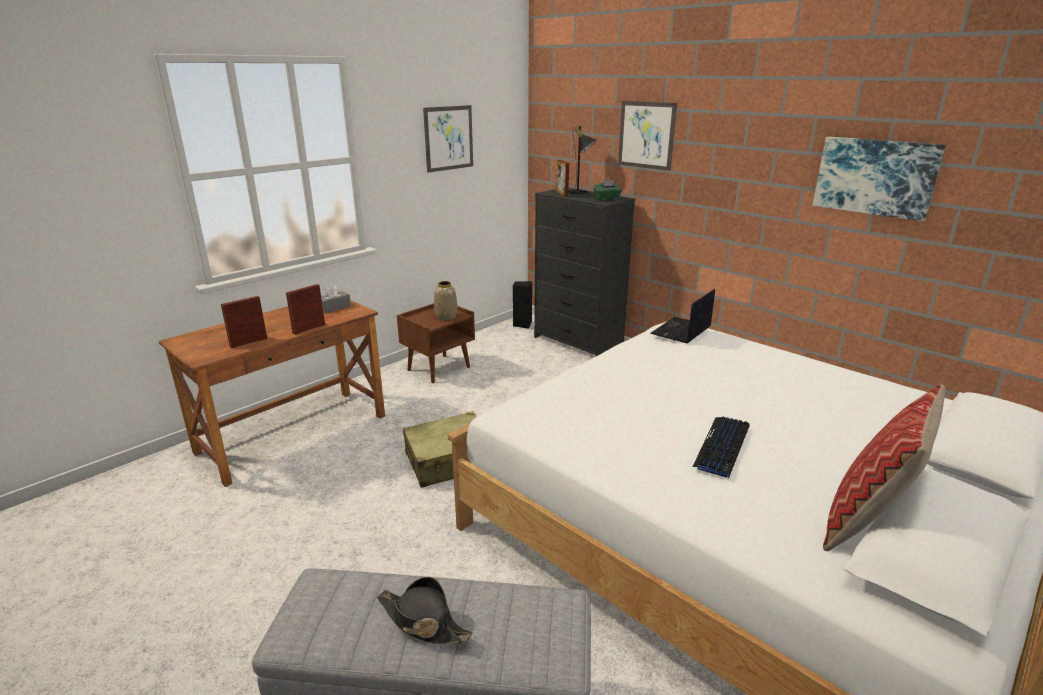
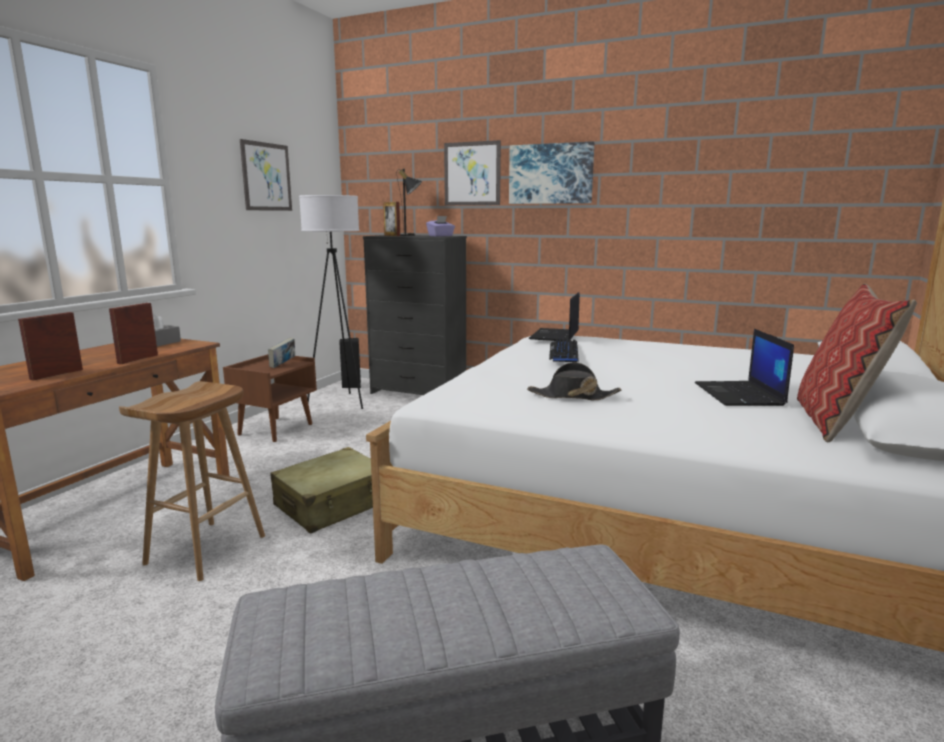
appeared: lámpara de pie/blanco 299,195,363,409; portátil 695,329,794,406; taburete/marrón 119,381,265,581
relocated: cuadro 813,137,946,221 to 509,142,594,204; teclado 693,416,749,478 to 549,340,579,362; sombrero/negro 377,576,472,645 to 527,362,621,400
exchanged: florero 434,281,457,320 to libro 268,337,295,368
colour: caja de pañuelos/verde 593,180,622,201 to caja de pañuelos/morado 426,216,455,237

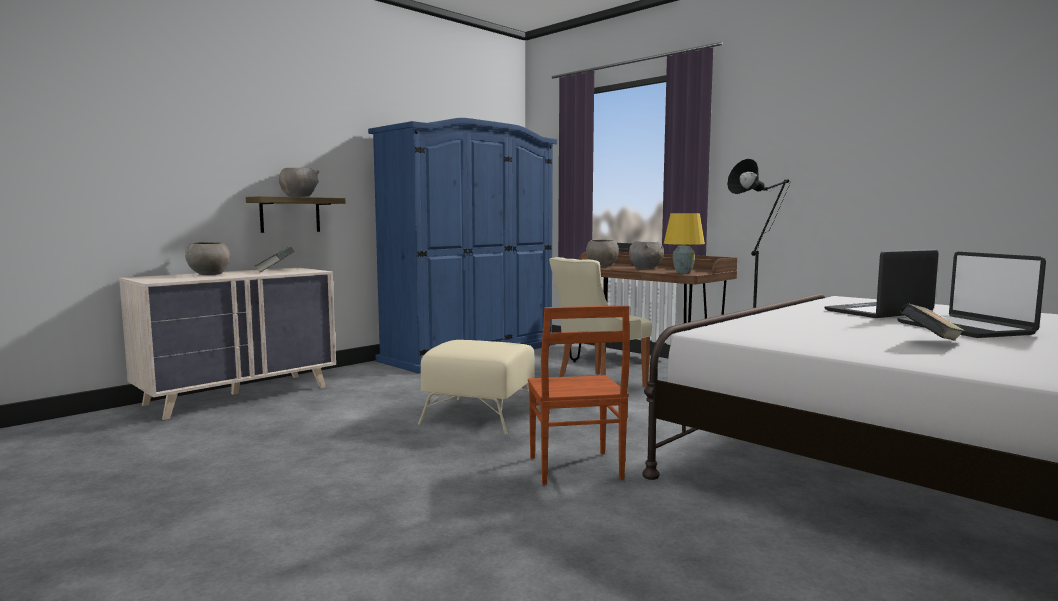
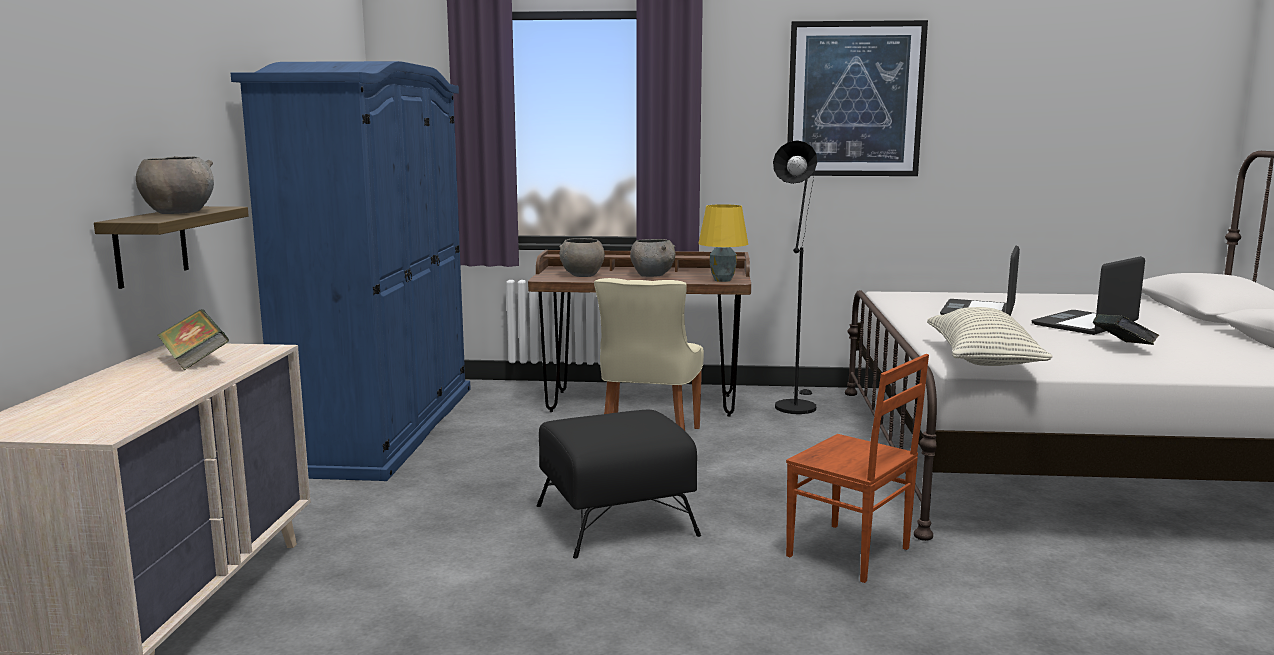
missing: cuenco/gris 185,242,230,275
appeared: cuadro 787,20,928,176; cojín 927,307,1052,366
colour: puf/beis 418,340,537,434 to puf/negro 536,410,701,558
spun: portátil 897,252,1046,338 = 1032,256,1145,335 105 degrees clockwise

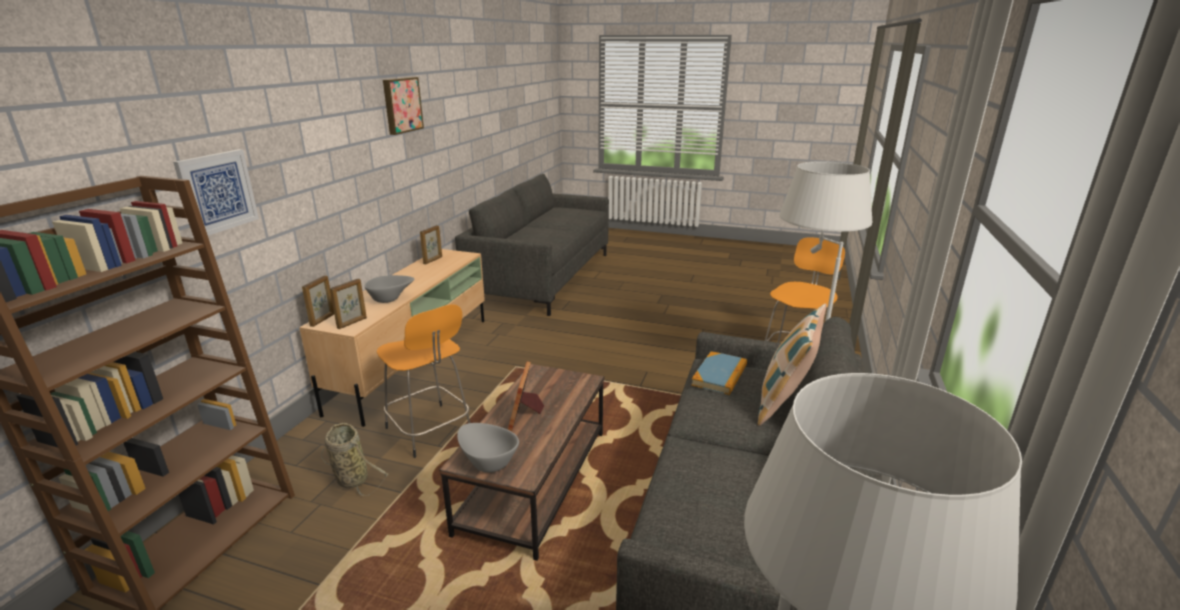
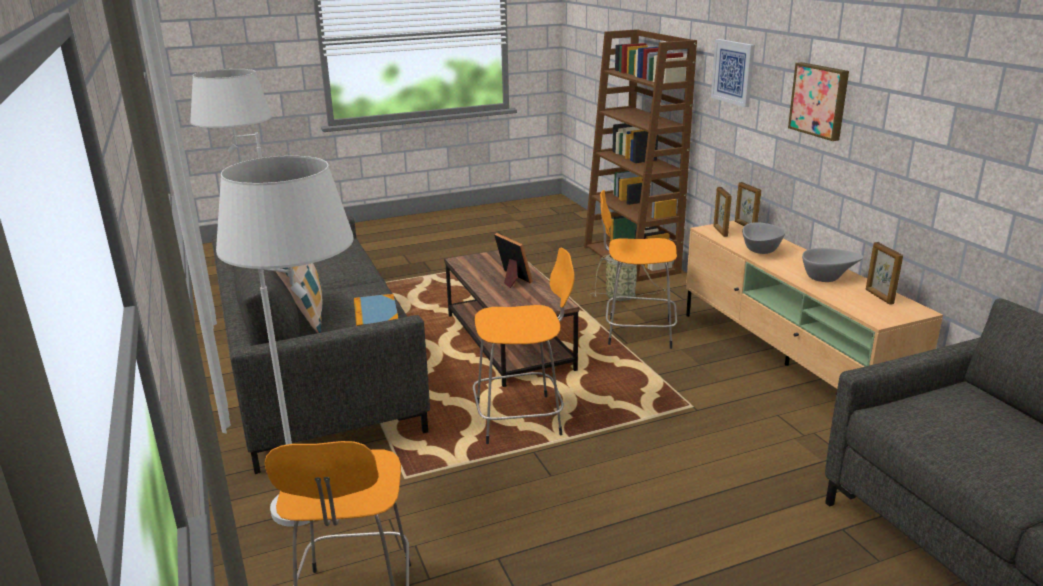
appeared: taburete/naranja 473,248,574,444
relocated: cuadro 383,77,424,135 to 788,62,849,141; cuenco/gris 457,423,519,473 to 802,248,863,282

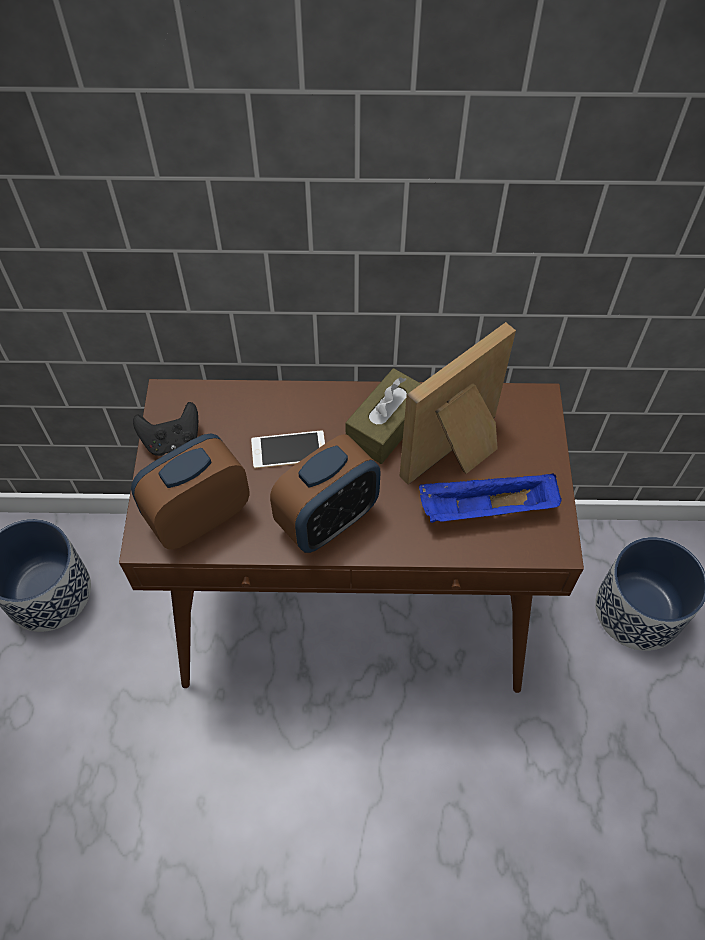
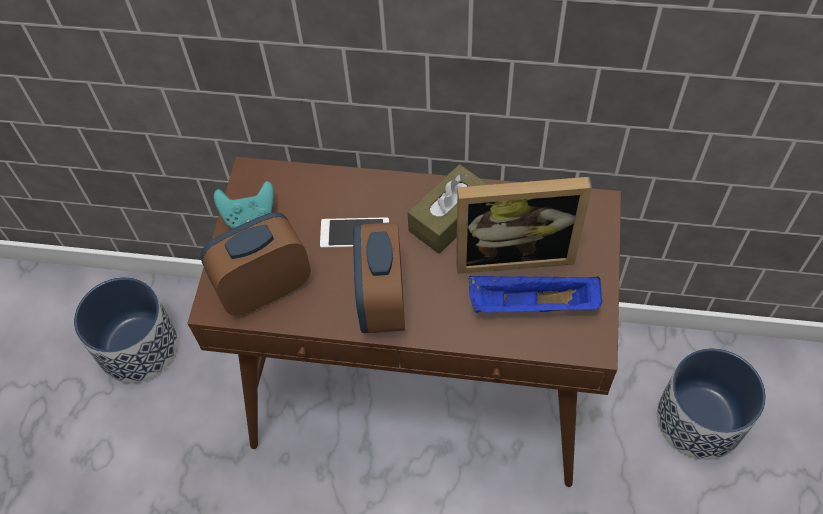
colour: mando de consola/negro 133,402,198,456 to mando de consola/turquesa 214,181,274,228
spun: portarretratos 399,322,516,485 = 456,177,592,274 150 degrees counterclockwise; despertador 270,434,381,553 = 353,222,405,333 120 degrees clockwise

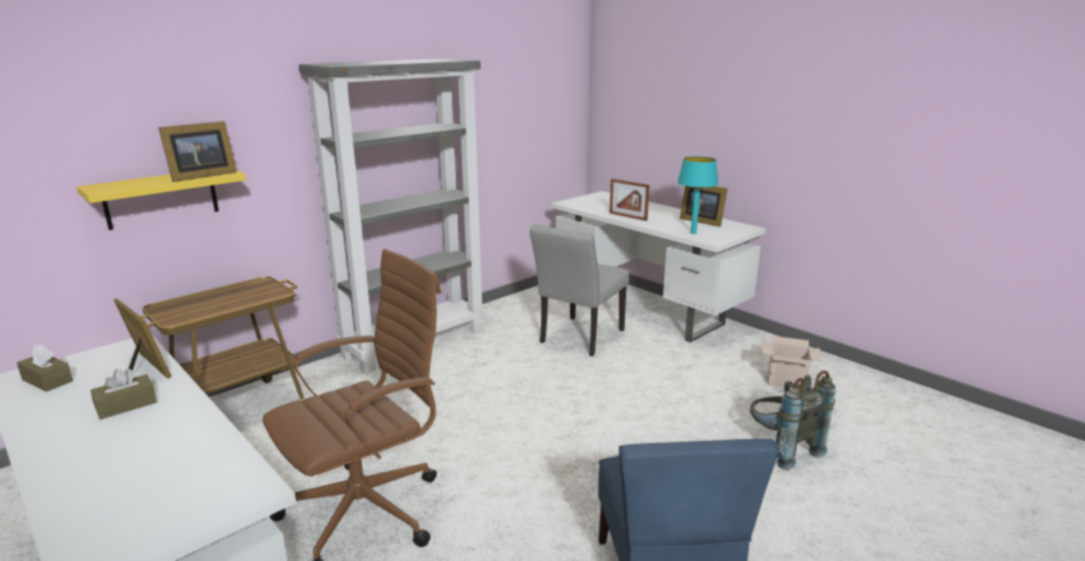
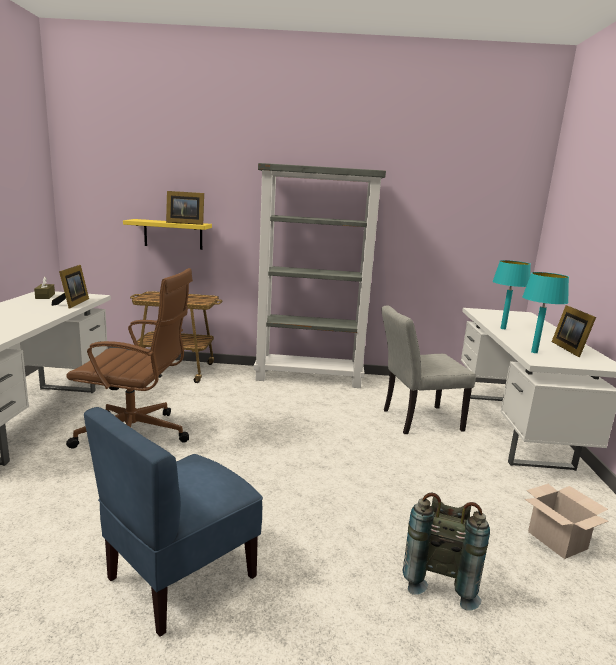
missing: caja de pañuelos/marrón 91,368,157,420
exchanged: portarretratos 610,179,650,221 to lámpara de mesa/turquesa 492,260,531,329

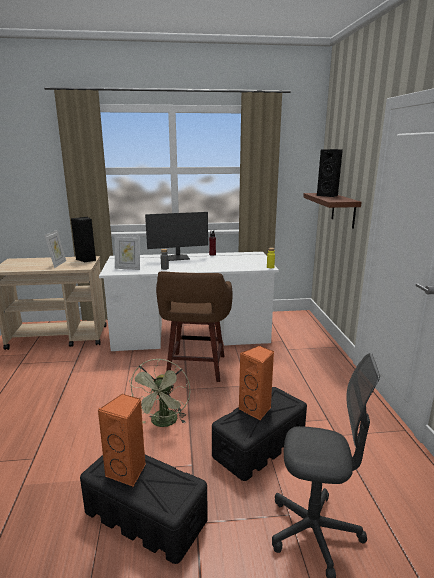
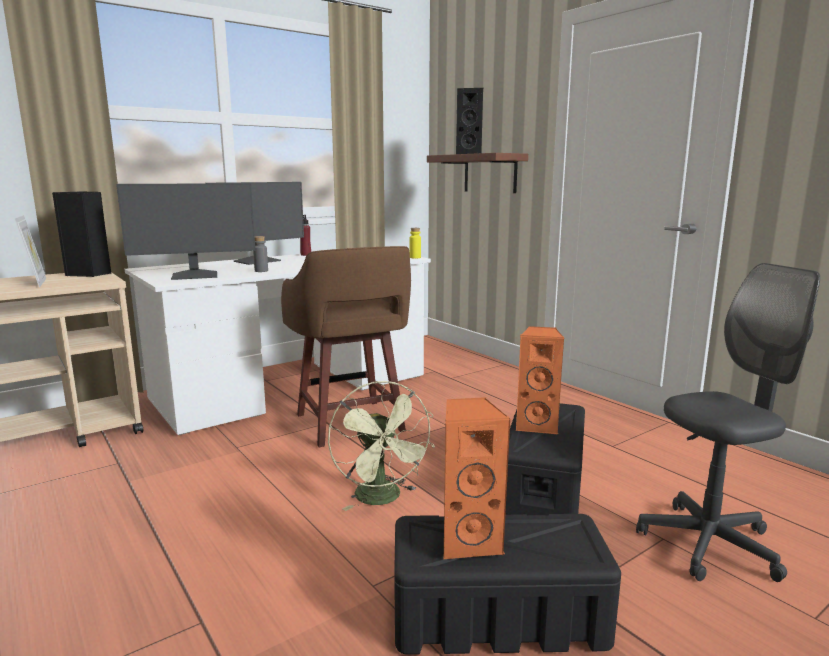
exchanged: portarretratos 114,235,140,270 to monitor 116,183,256,280

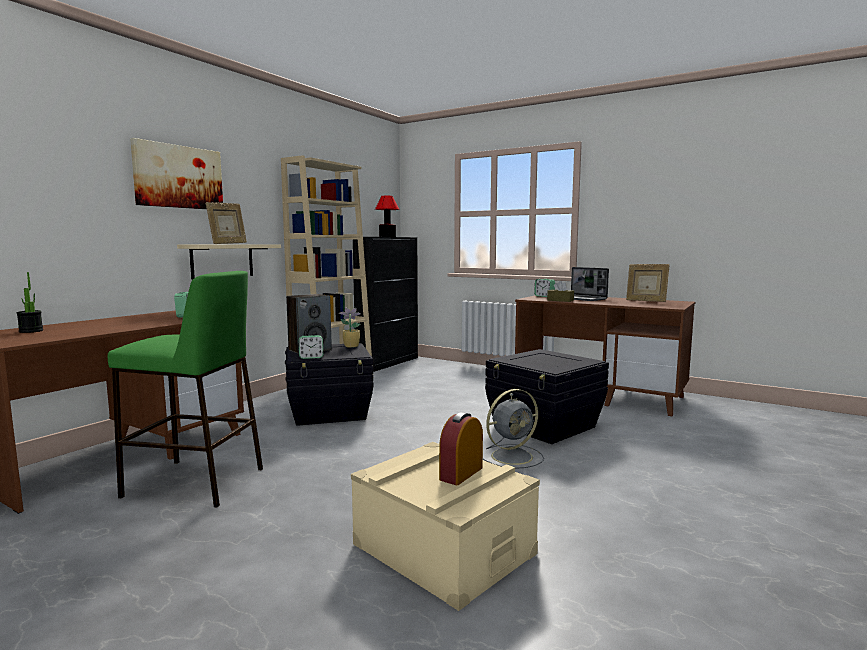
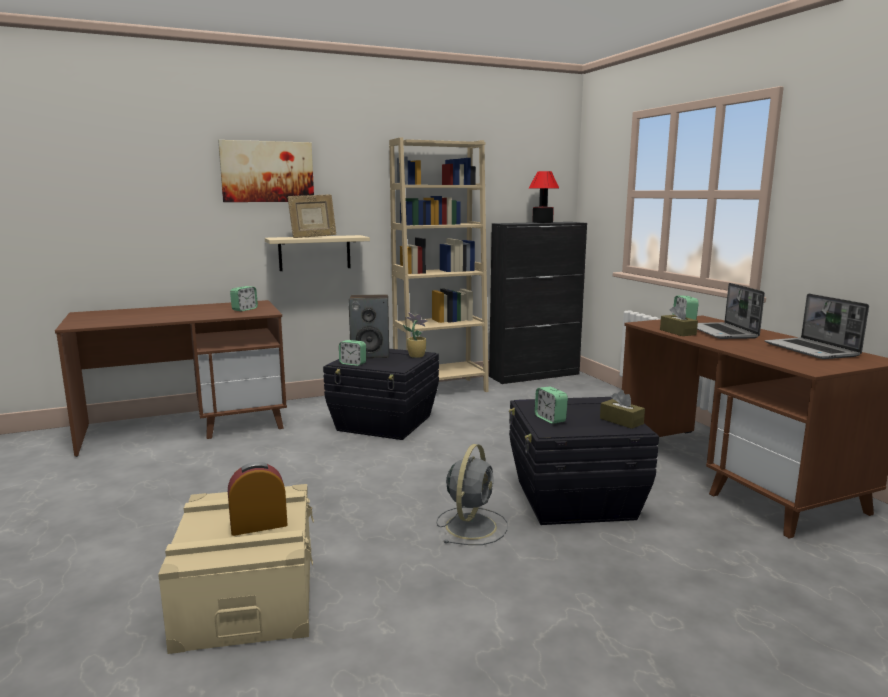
missing: taburete/verde 108,271,263,507; planta en maceta 17,272,43,333
appeared: despertador 534,387,568,424; caja de pañuelos/marrón 600,390,645,429
exchanged: portarretratos 626,264,670,302 to portátil 764,294,869,359
spun: ventilador/gris 483,389,544,469 = 436,444,508,545 75 degrees counterclockwise

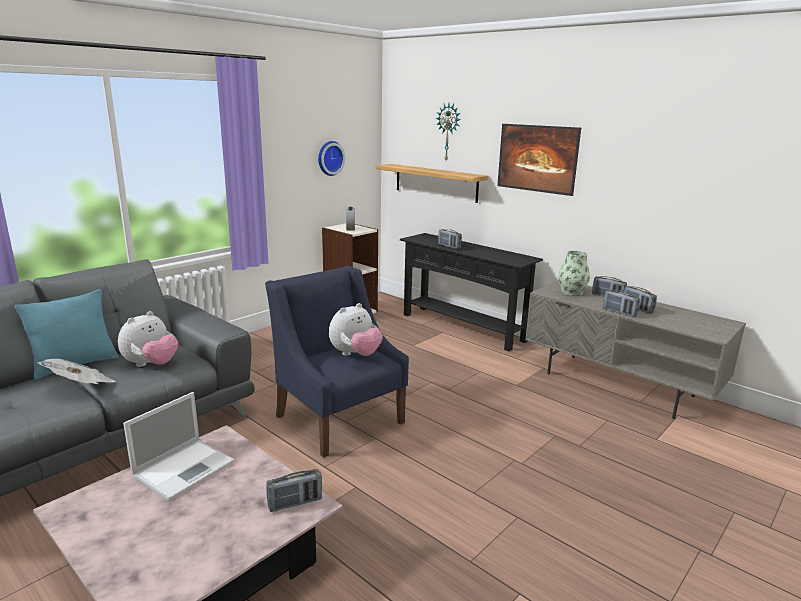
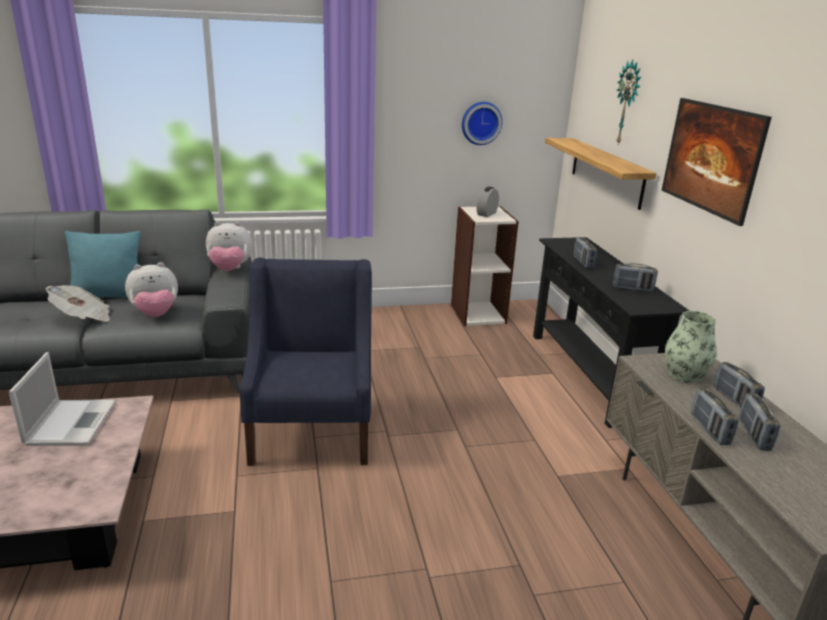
relocated: peluche 329,303,383,356 to 206,222,252,271; radio 267,469,322,512 to 612,264,658,292
spun: portátil 123,392,235,501 = 9,352,116,446 75 degrees counterclockwise

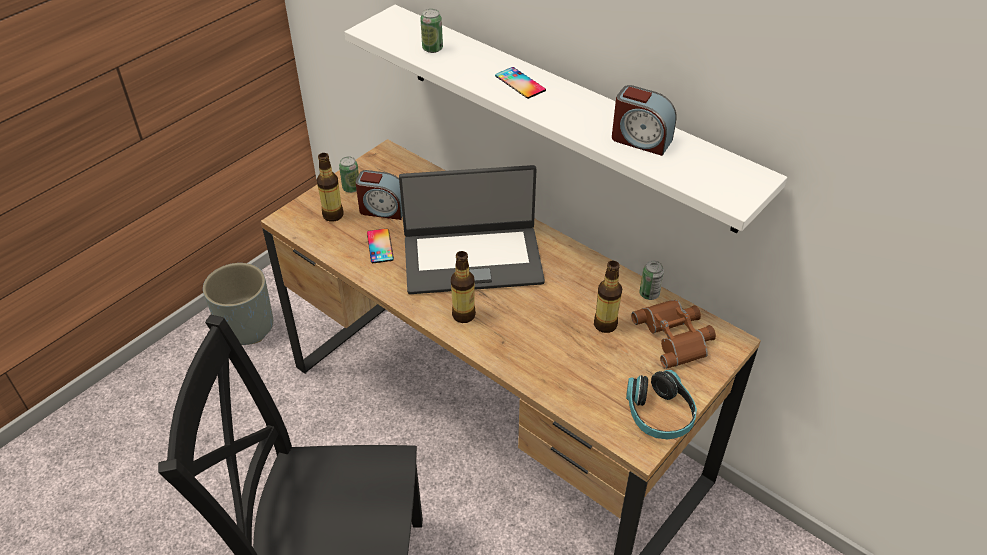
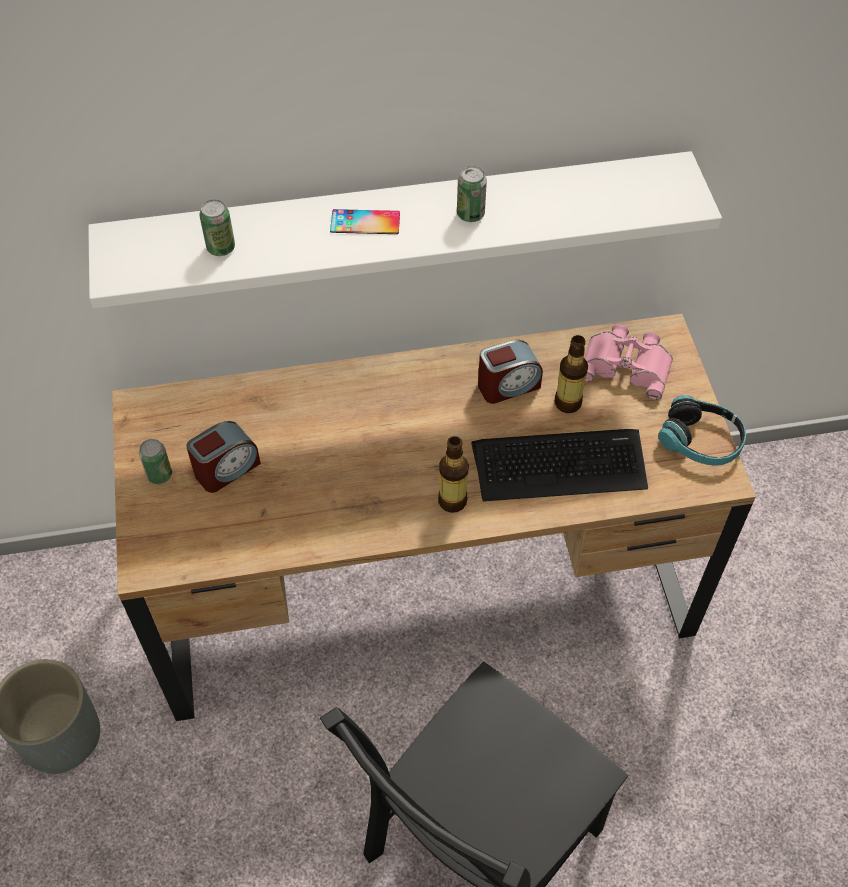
missing: botella 317,153,343,222; portátil 399,165,545,294; móvil 367,229,394,263
appeared: teclado 471,429,648,502
relocated: despertador 612,85,676,156 to 478,340,543,404; lata 639,261,664,300 to 457,166,487,222
colour: prismáticos/marrón 631,300,716,369 to prismáticos/rosa 584,324,673,400

